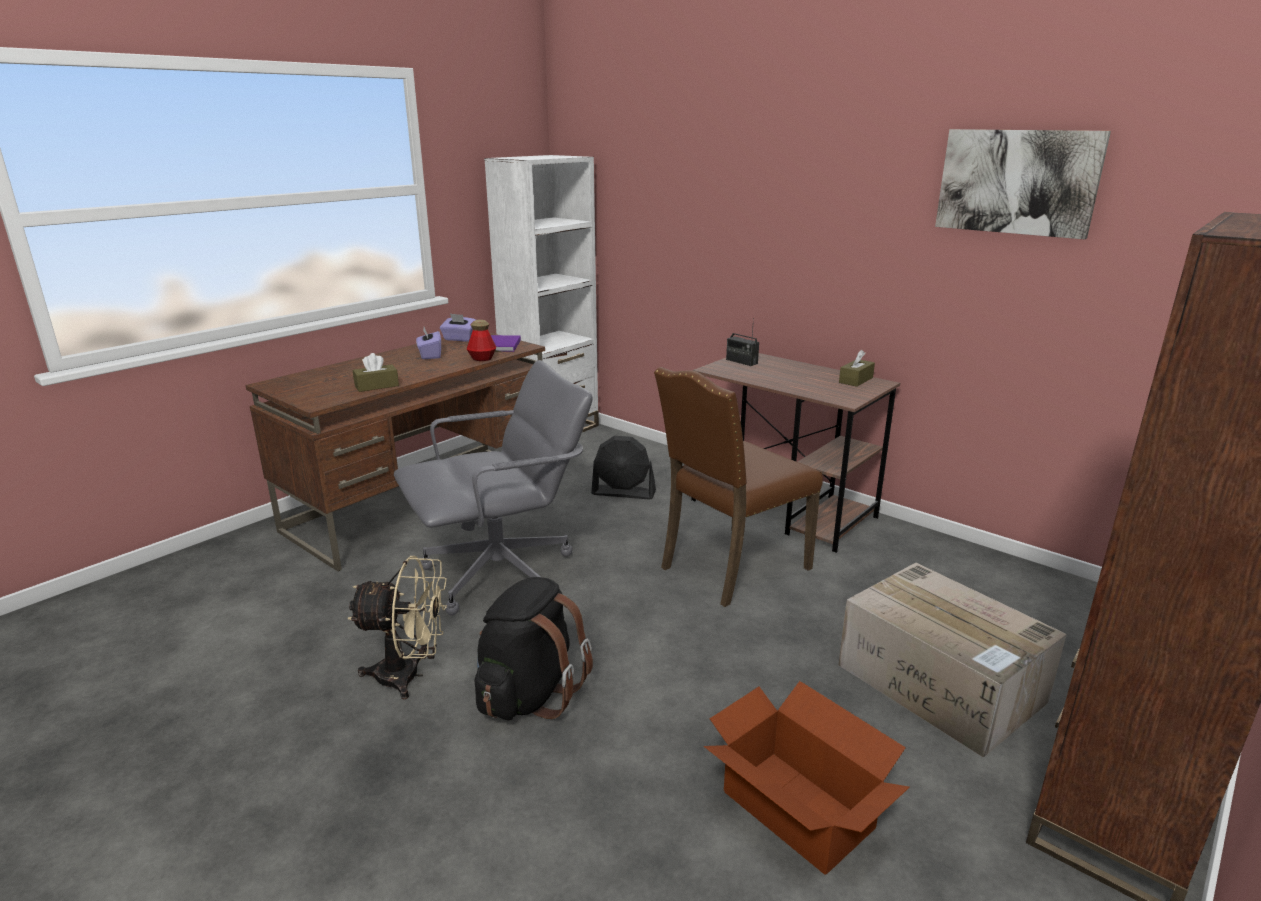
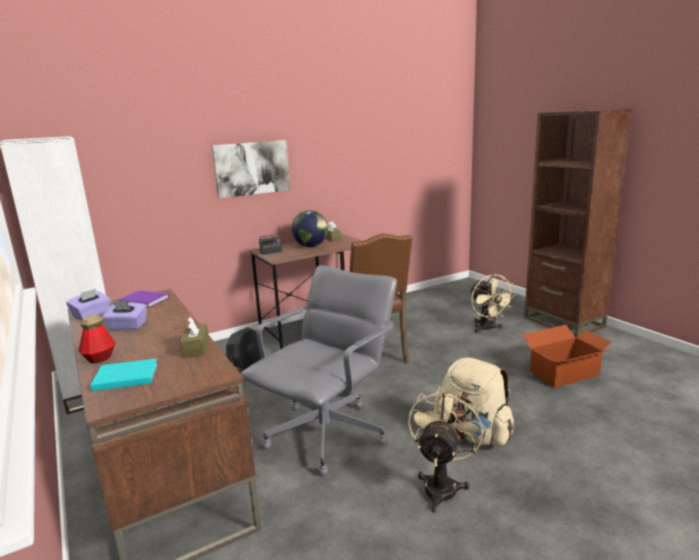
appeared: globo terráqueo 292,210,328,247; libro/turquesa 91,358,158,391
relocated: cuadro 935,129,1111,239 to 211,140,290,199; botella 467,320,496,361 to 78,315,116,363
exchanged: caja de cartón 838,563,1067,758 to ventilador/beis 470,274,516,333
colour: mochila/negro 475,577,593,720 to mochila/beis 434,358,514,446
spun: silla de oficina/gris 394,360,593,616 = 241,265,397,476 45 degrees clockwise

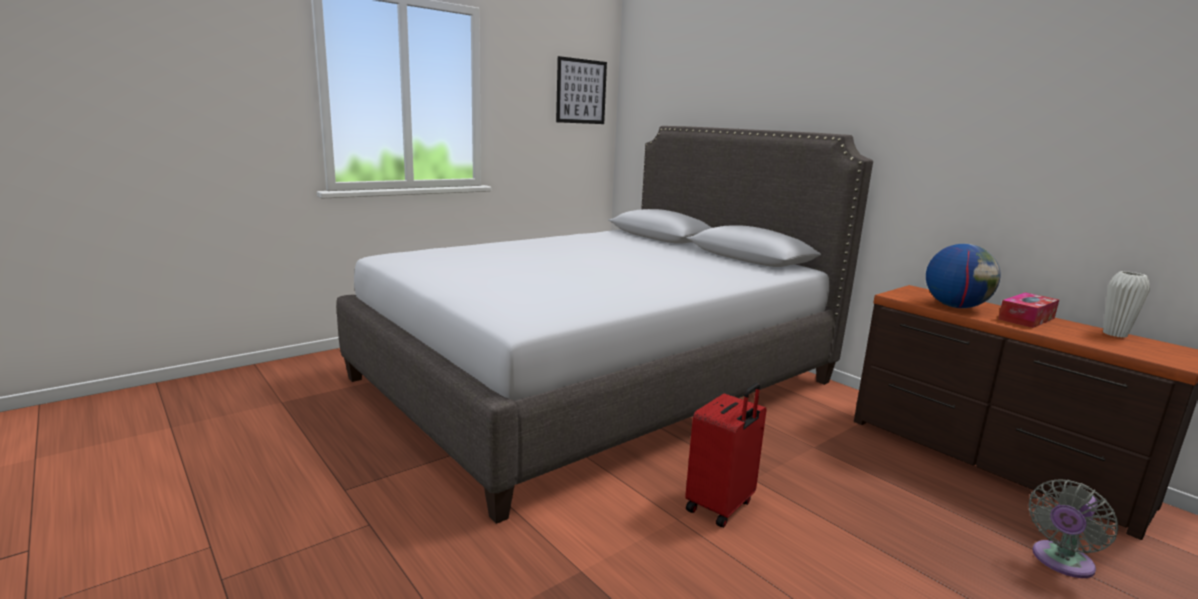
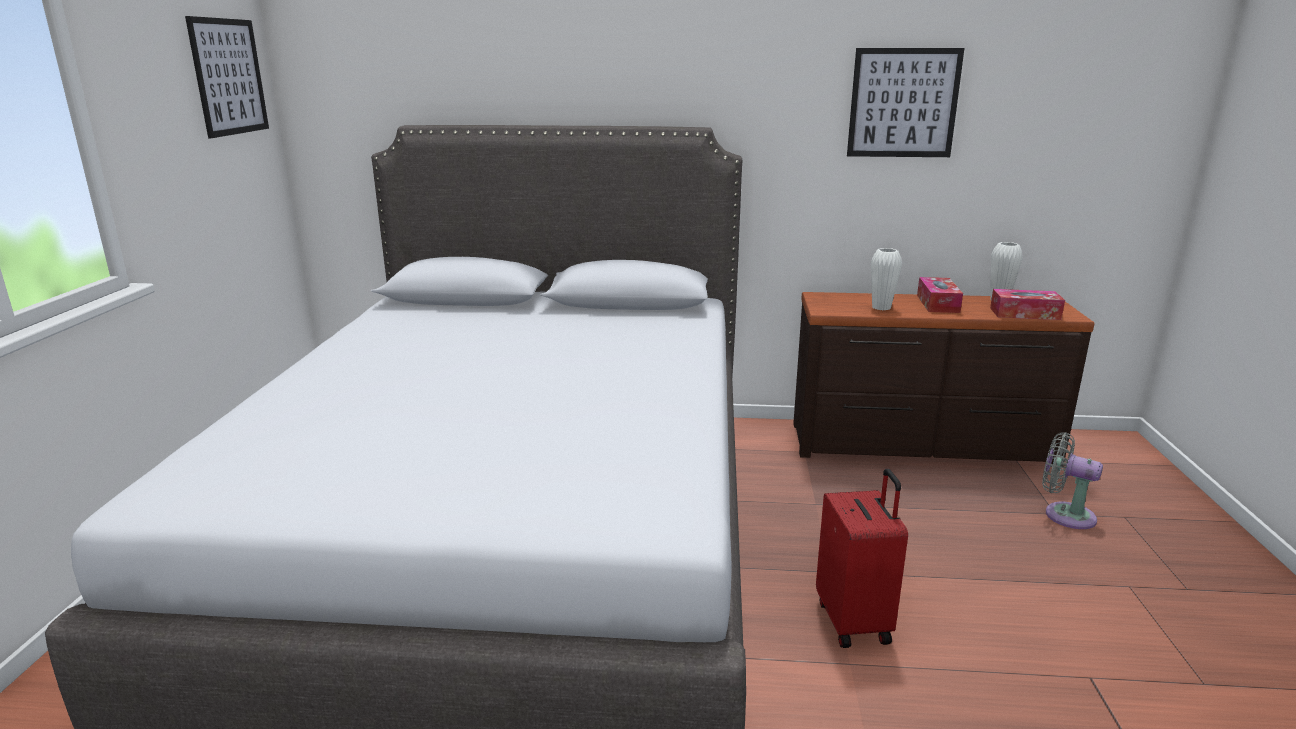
appeared: cuadro 847,48,965,157; caja de pañuelos 990,289,1065,320
exchanged: globo terráqueo 926,244,1001,308 to florero/blanco 871,248,902,310
spun: ventilador/gris 1029,479,1118,578 = 1042,432,1103,529 120 degrees clockwise

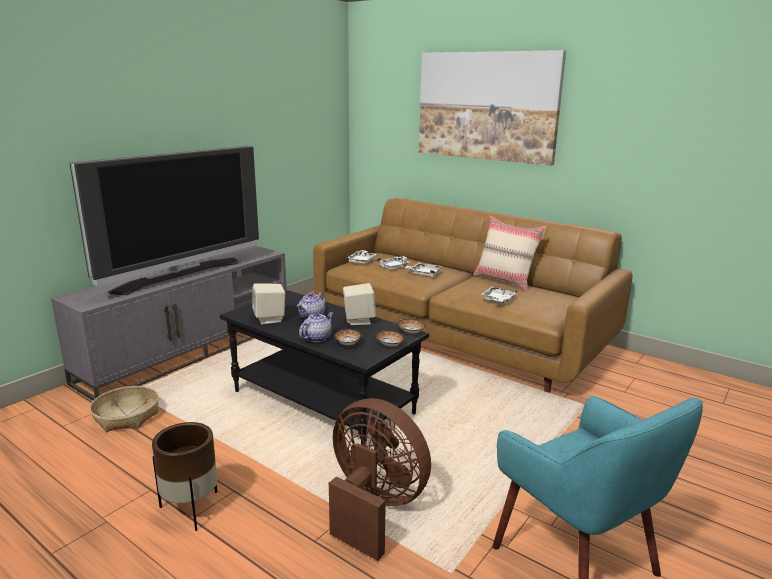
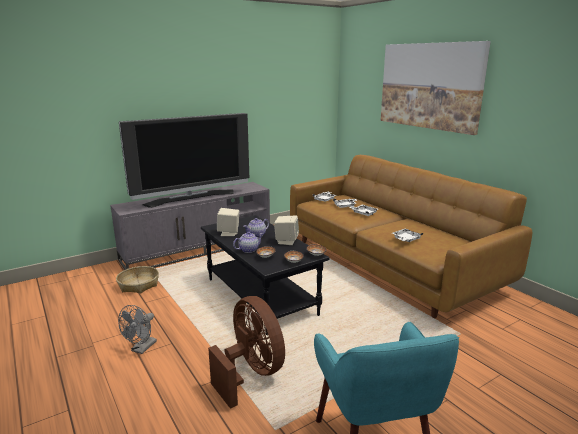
missing: cojín/beis 473,216,546,291
exchanged: maceta/marrón 152,422,218,531 to ventilador/gris 118,305,157,354

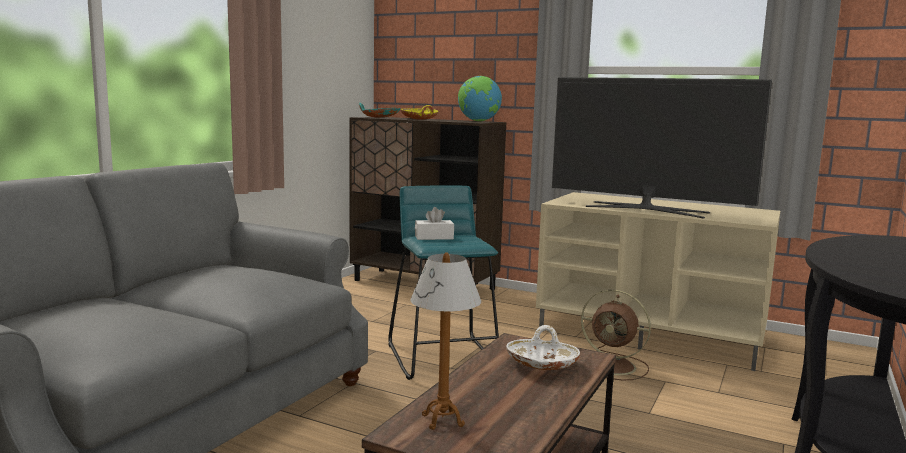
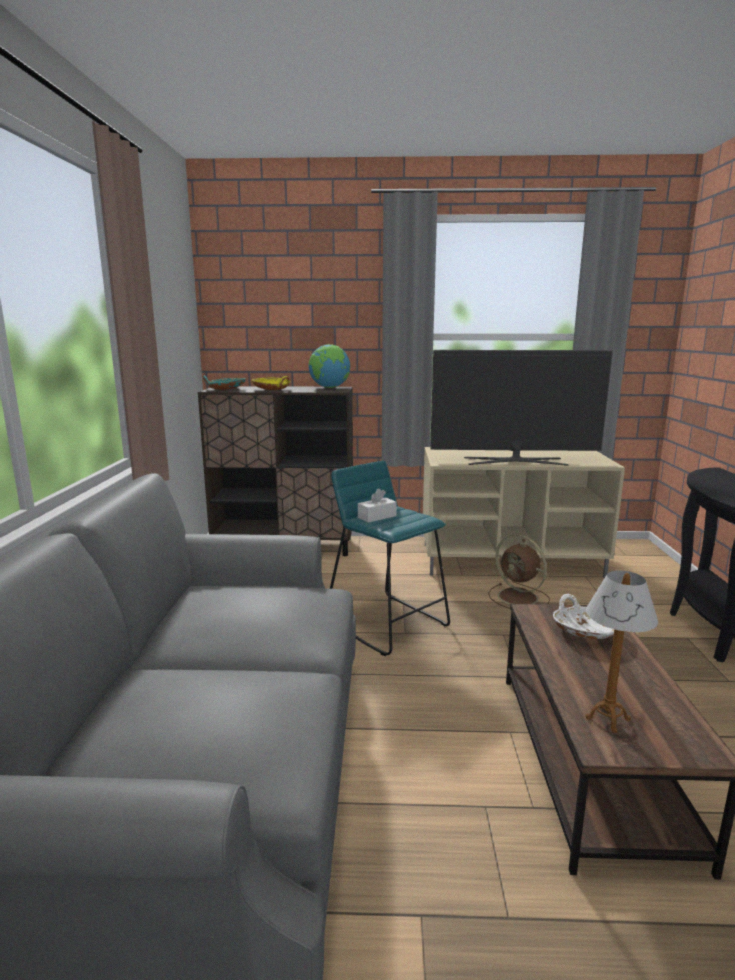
spun: ventilador/marrón 581,290,651,381 = 488,534,550,609 45 degrees clockwise

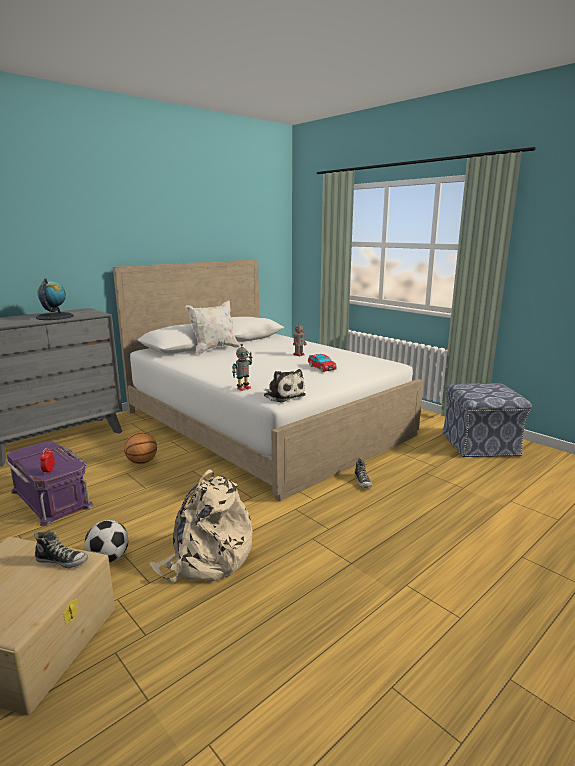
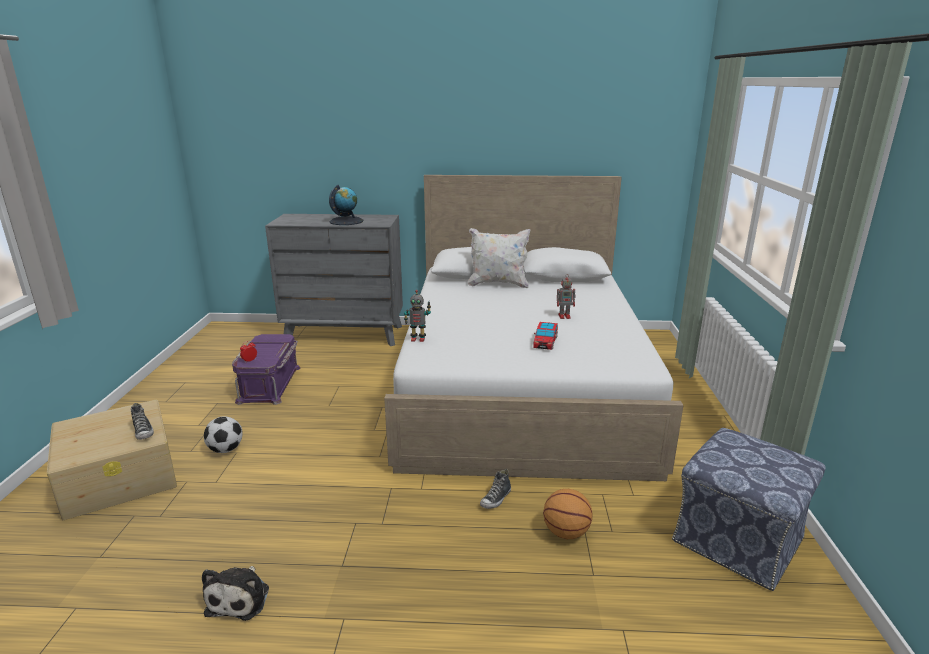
missing: mochila/beis 149,470,252,583
relocated: peluche 263,369,306,403 to 202,566,269,621; balón de baloncesto 124,432,157,464 to 543,489,592,539

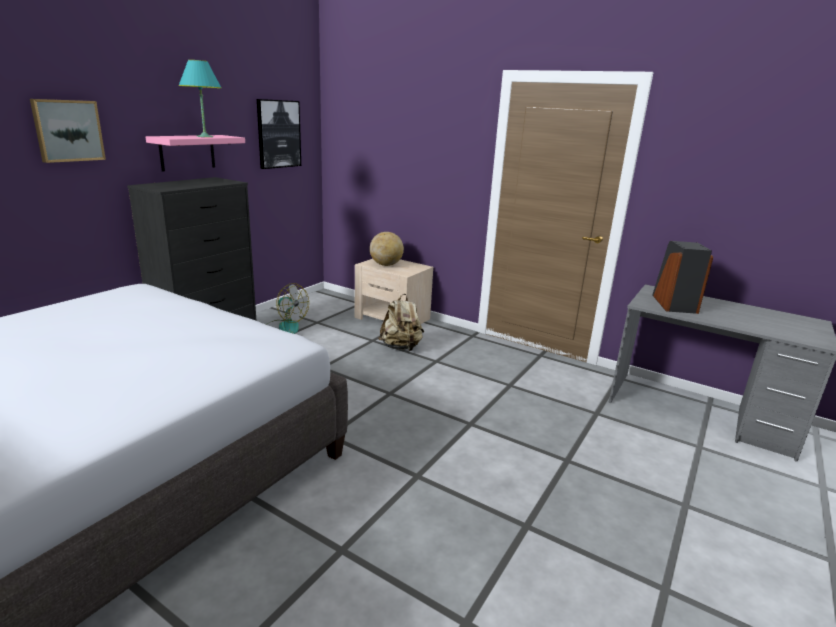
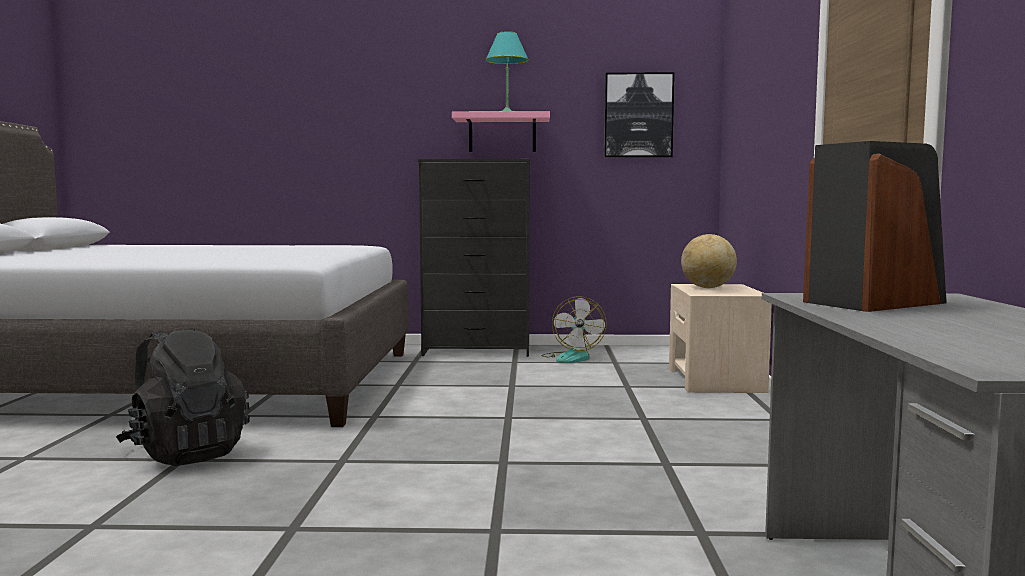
missing: cuadro 30,99,106,163; mochila/beis 378,294,424,351
appeared: mochila/negro 116,328,250,466

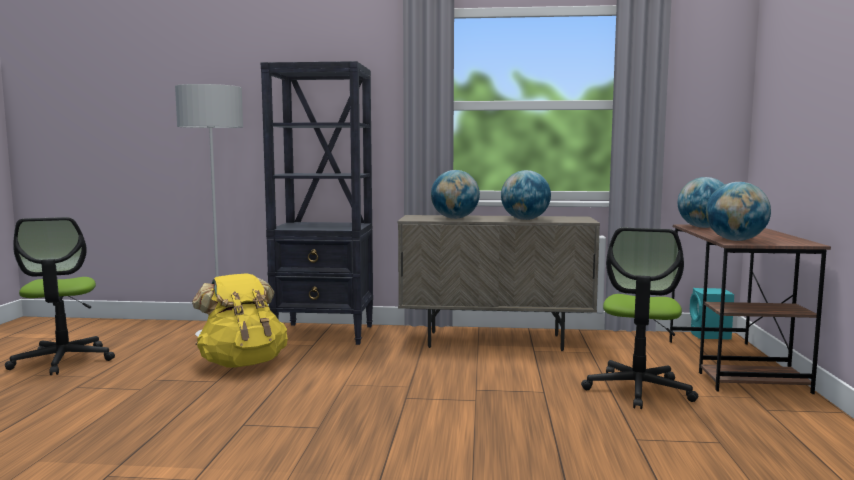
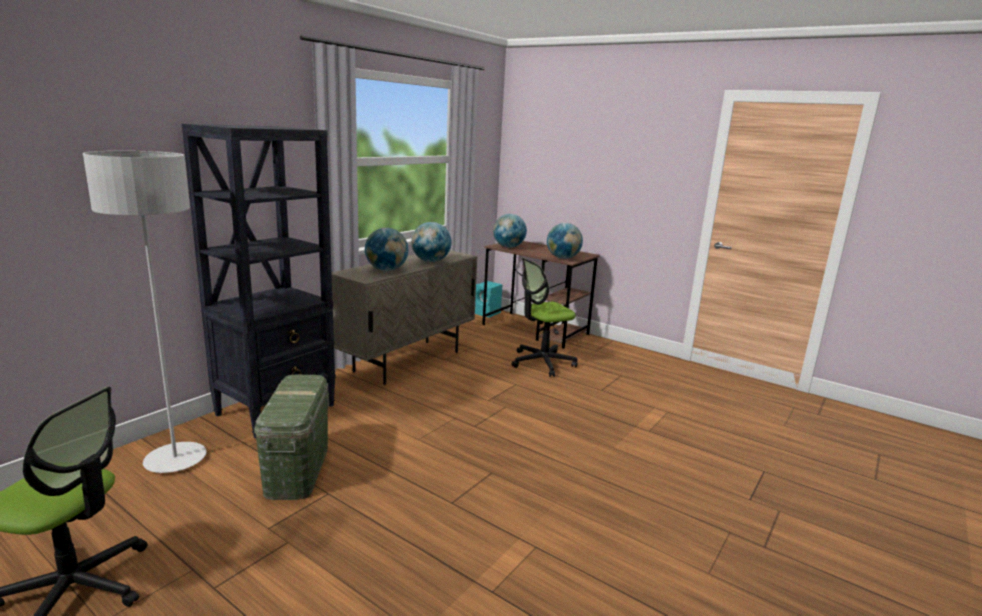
exchanged: mochila/amarillo 192,273,288,368 to caja de almacenaje/verde 254,375,329,500
spun: silla de oficina 581,228,698,409 = 512,258,578,377 105 degrees clockwise

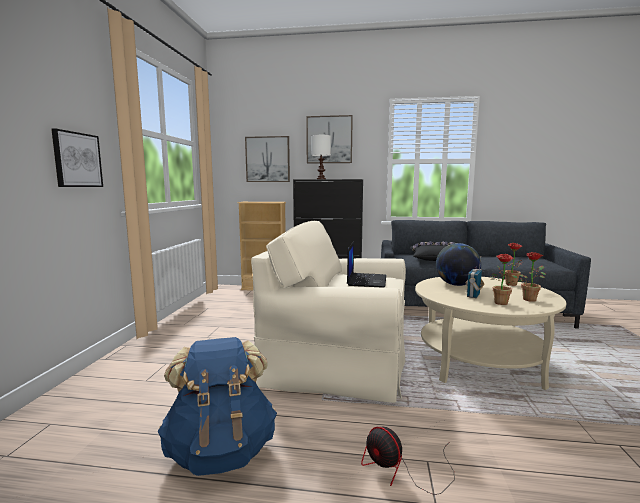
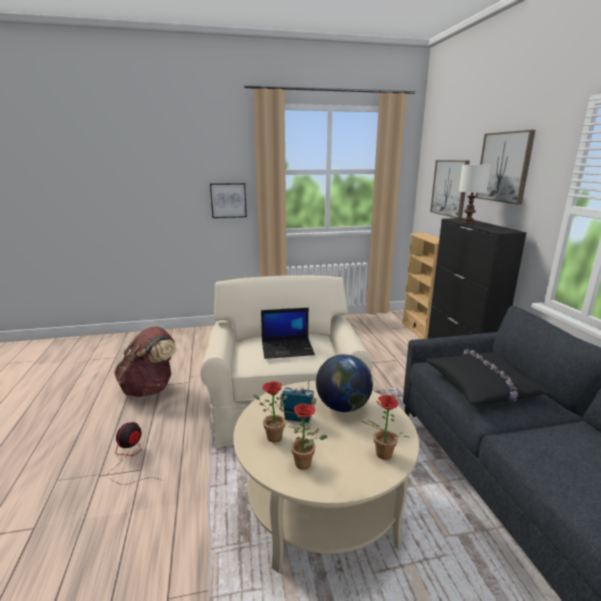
colour: mochila/azul 158,337,277,476 to mochila/marrón 114,326,177,397

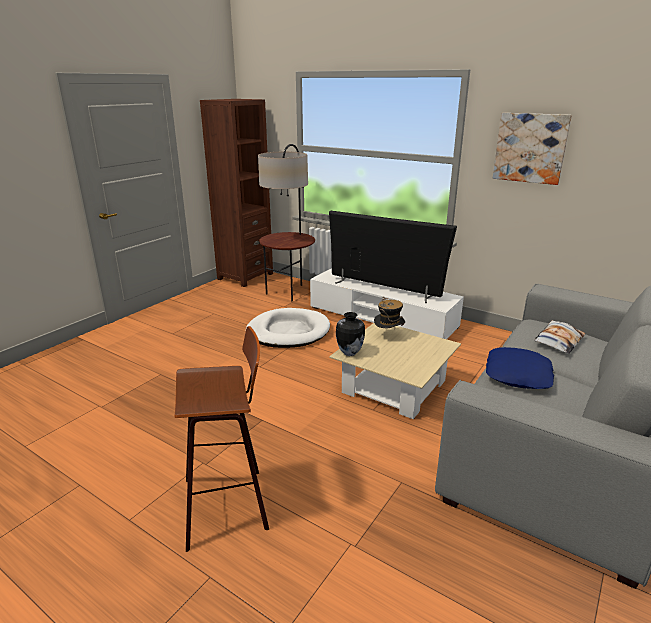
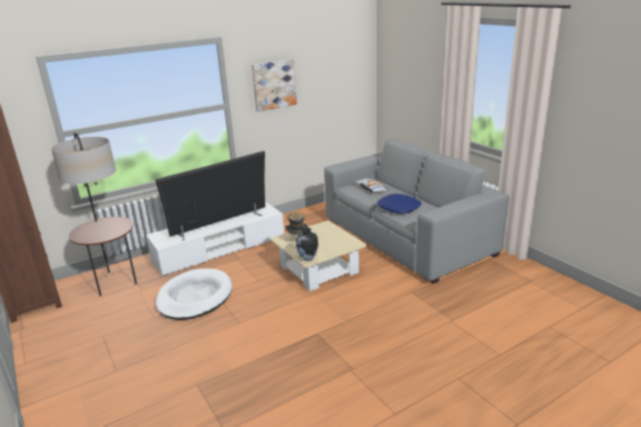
missing: taburete 175,326,269,552

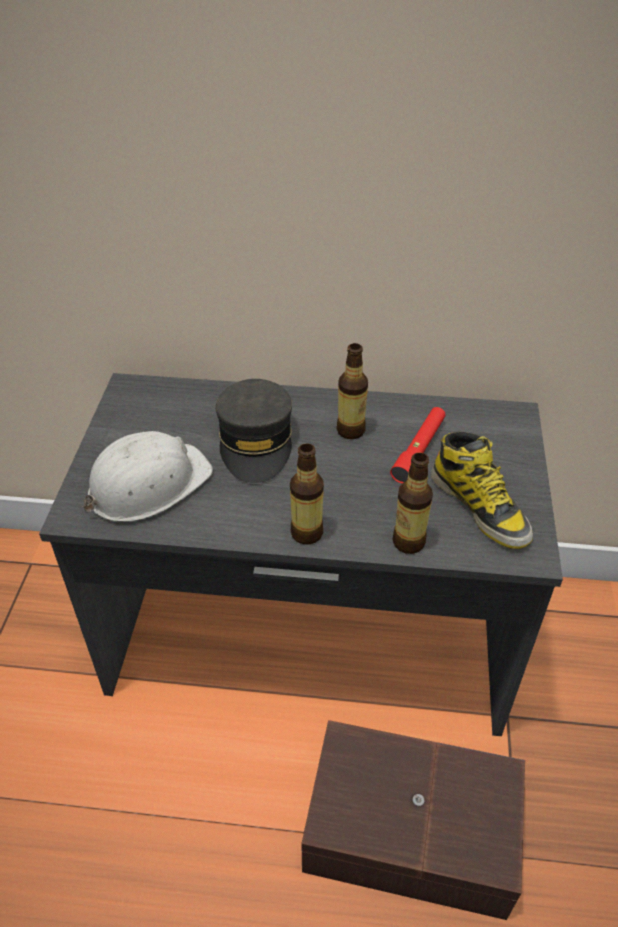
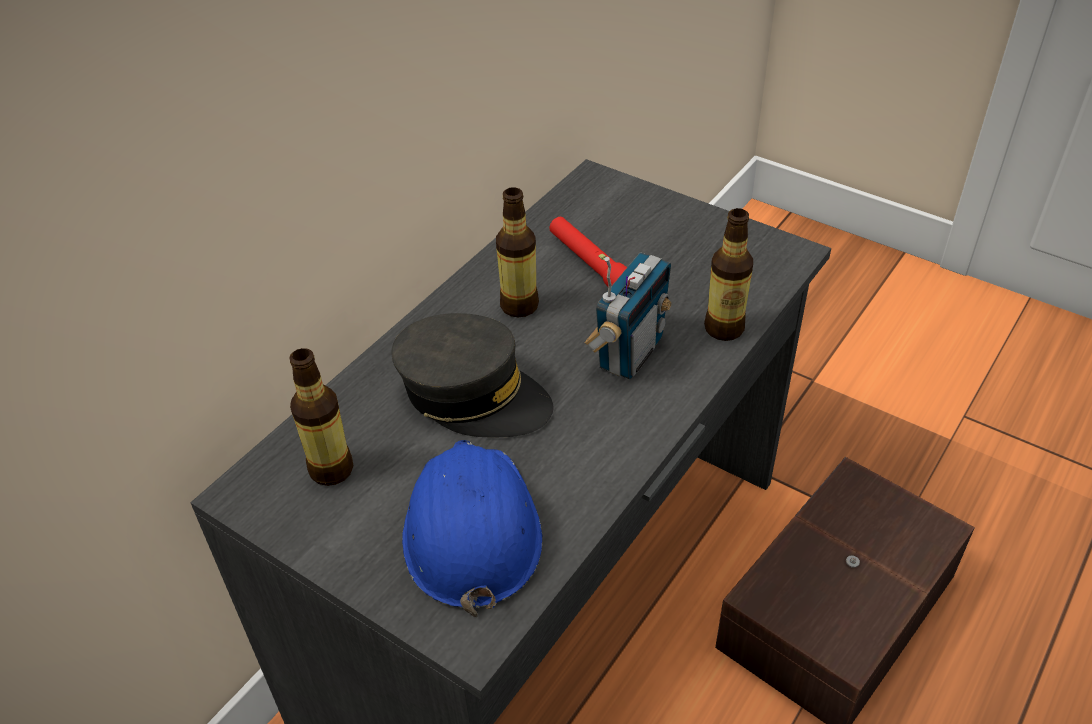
missing: bota 431,432,533,549
appeared: radio 585,252,672,379
relocated: botella 290,443,324,545 to 289,348,354,486
colour: casco/blanco 82,431,213,522 to casco/azul 402,440,543,617

